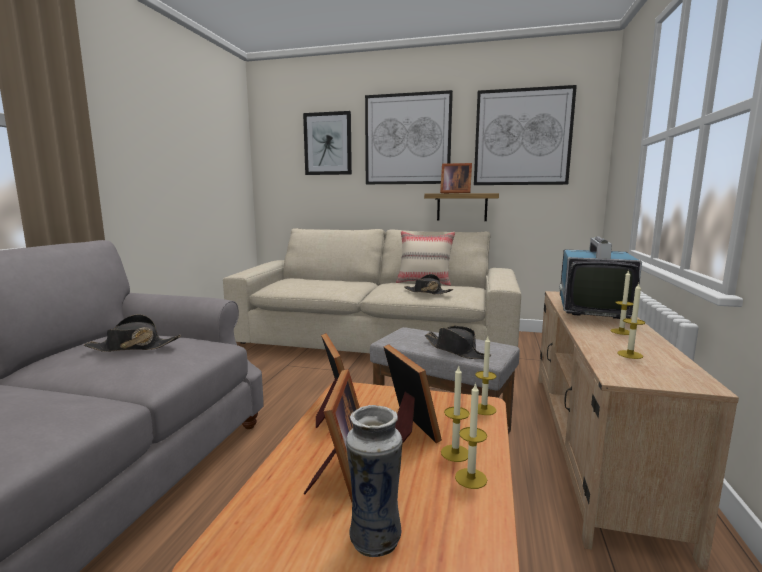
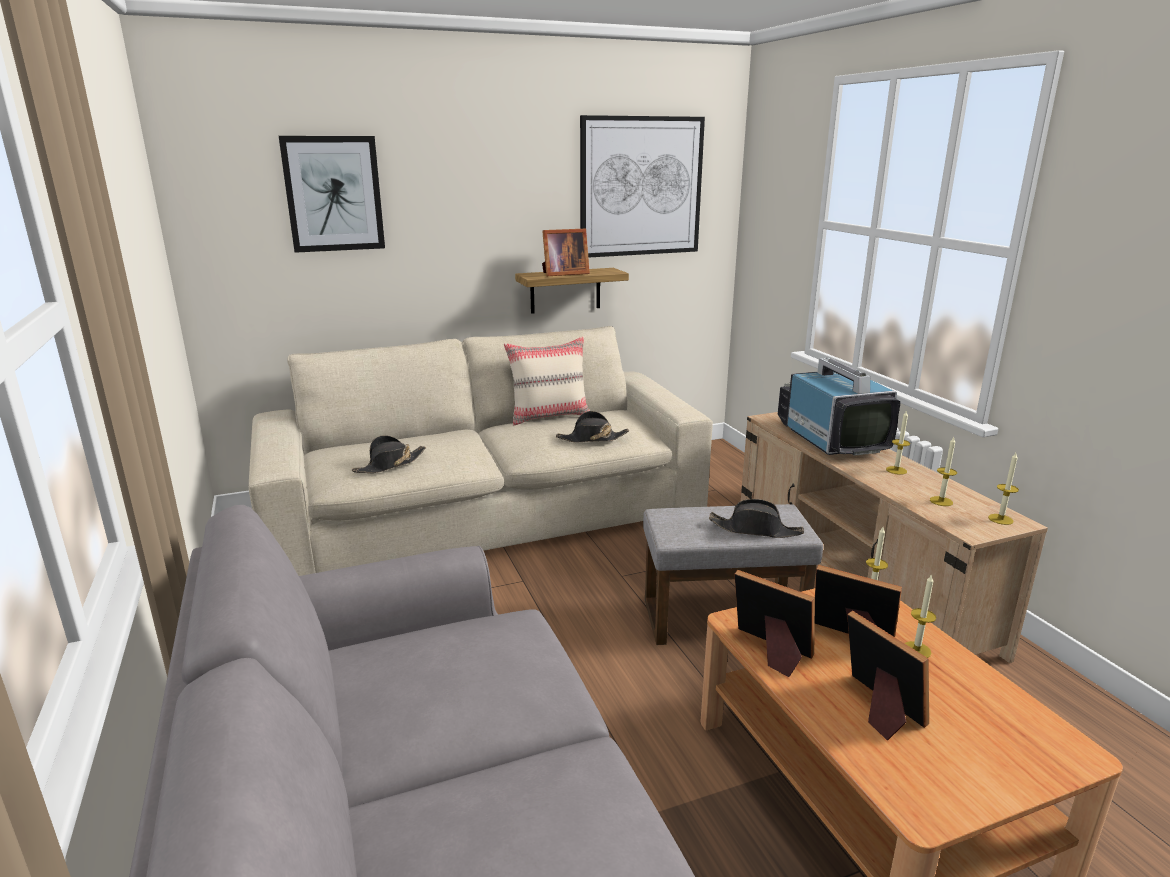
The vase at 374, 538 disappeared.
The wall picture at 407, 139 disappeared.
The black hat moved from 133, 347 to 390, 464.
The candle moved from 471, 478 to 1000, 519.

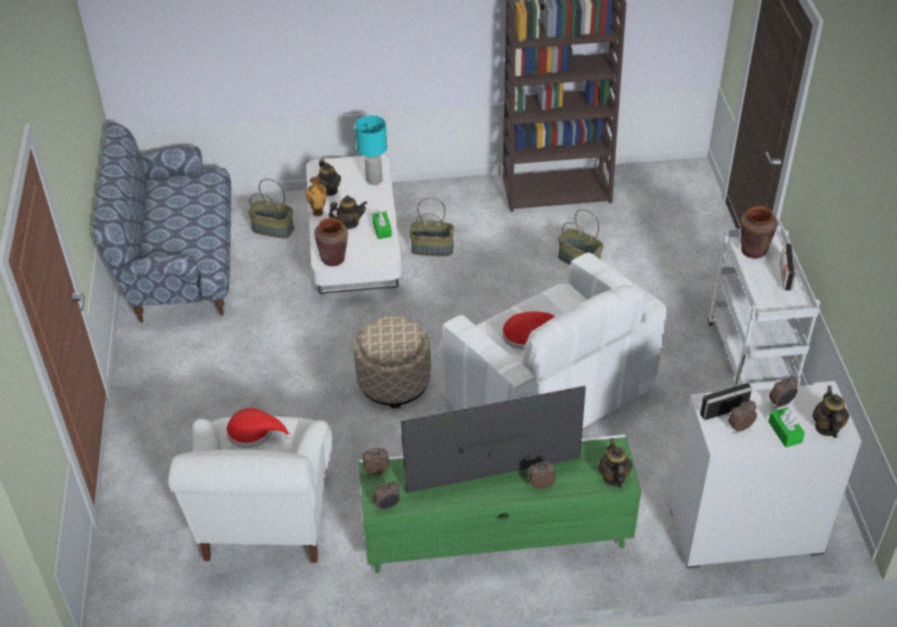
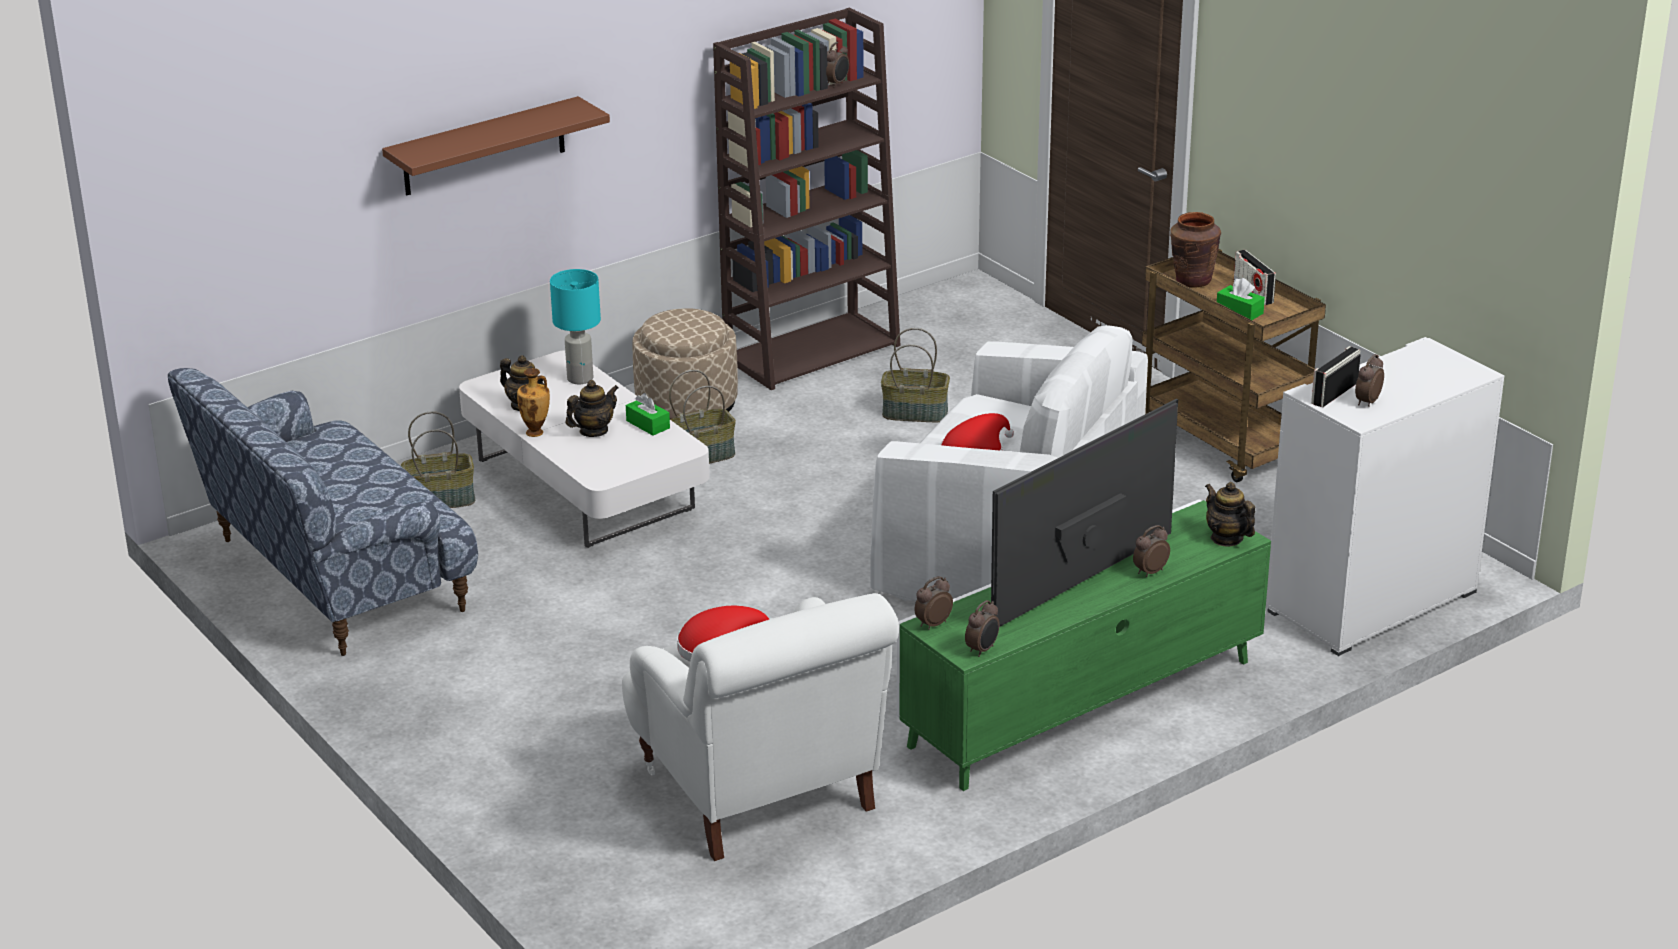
The brown-coloured vase at 333, 259 disappeared.
The pot for tea at 826, 427 disappeared.
The brown-coloured bracket shelf at 484, 147 appeared.
The sand-coloured footrest moved from 393, 382 to 686, 406.
The greenish tissue holder moved from 785, 432 to 1239, 311.
The bedside clock moved from 781, 403 to 836, 83.
The white-coloured wheeled cart at 752, 358 became the brown-coloured wheeled cart at 1225, 444.

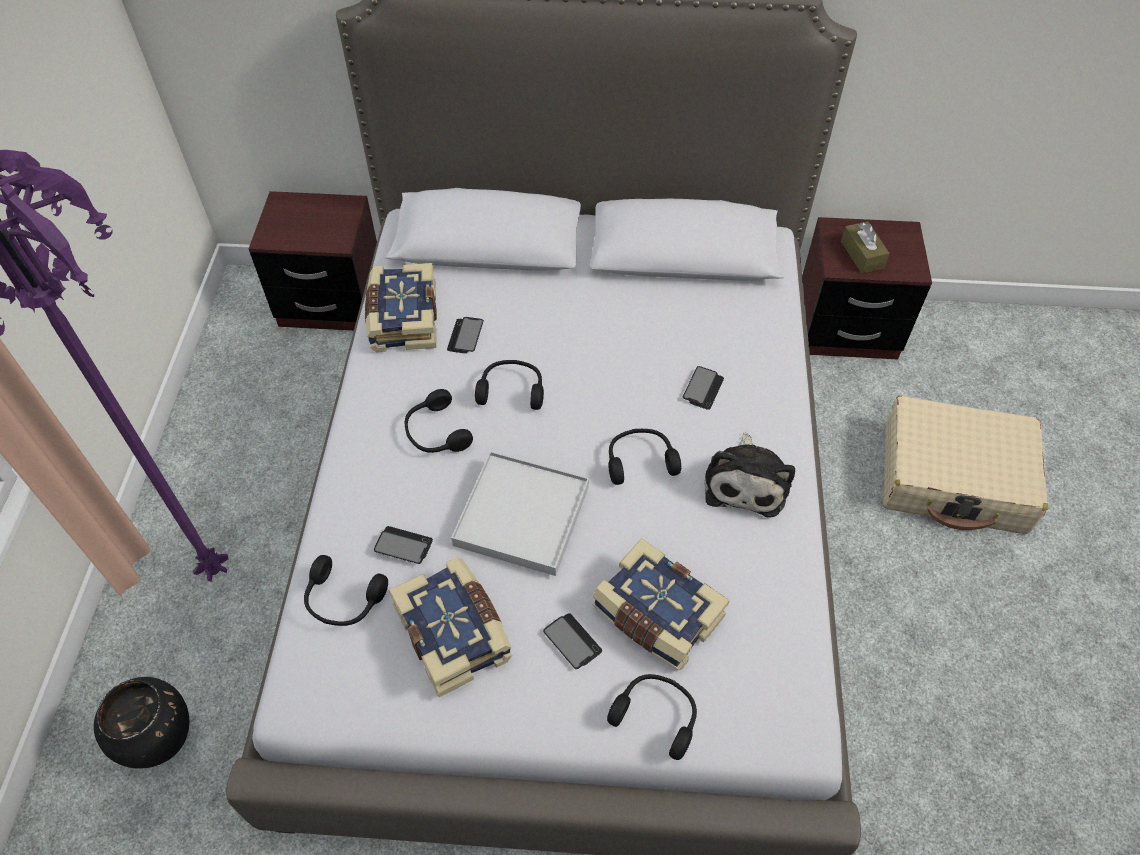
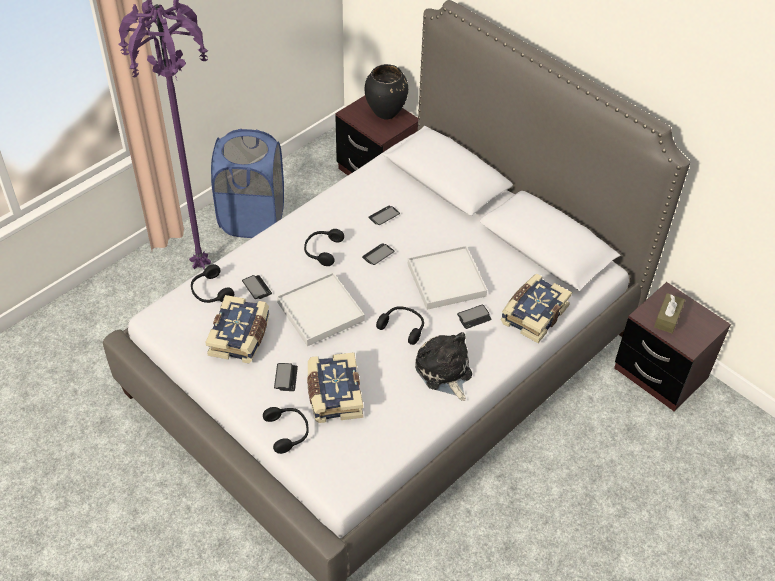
The sand-coloured travel case at 954, 478 disappeared.
The bluish washing basket at 252, 218 appeared.
The white-coloured tray at 446, 280 appeared.
The black vase moved from 163, 740 to 386, 113.
The bound book moved from 402, 319 to 533, 314.
The black pair of headphones at 512, 390 was replaced by the phone at 378, 255.
The plush toy at 746, 481 turned 105 degrees clockwise.

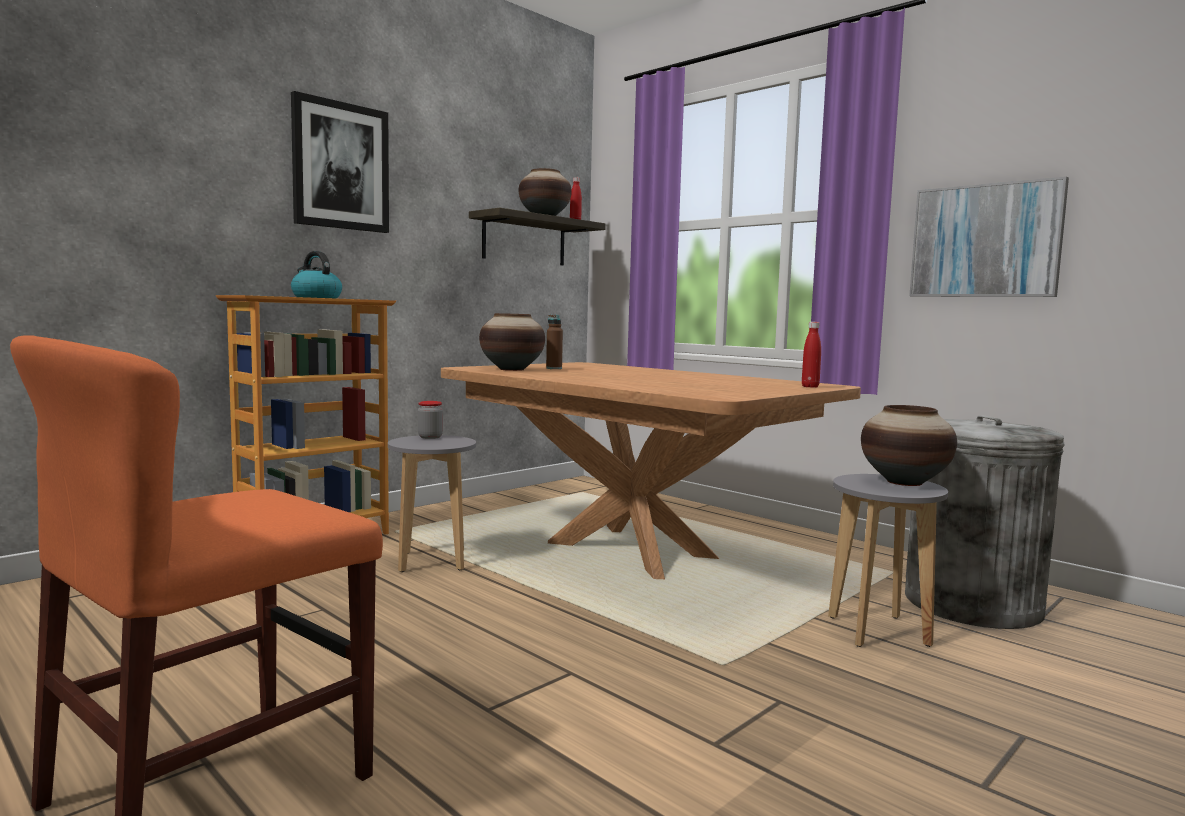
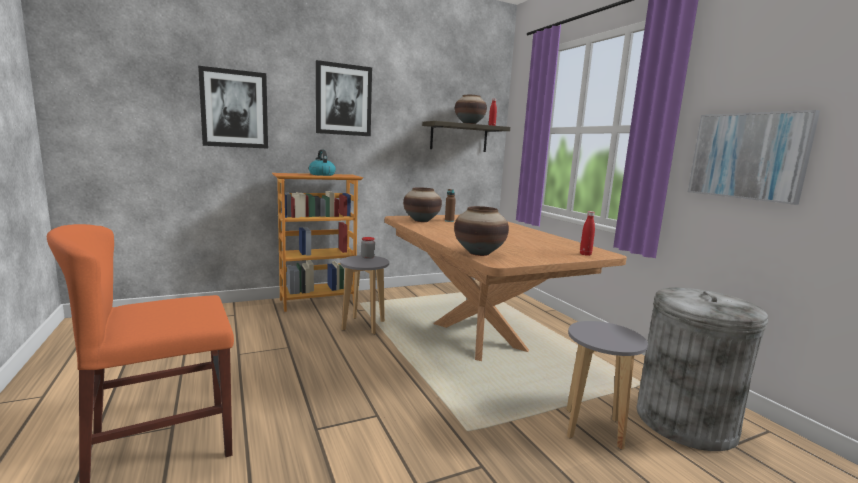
The wall picture at 234, 109 appeared.
The vase moved from 904, 482 to 479, 253.

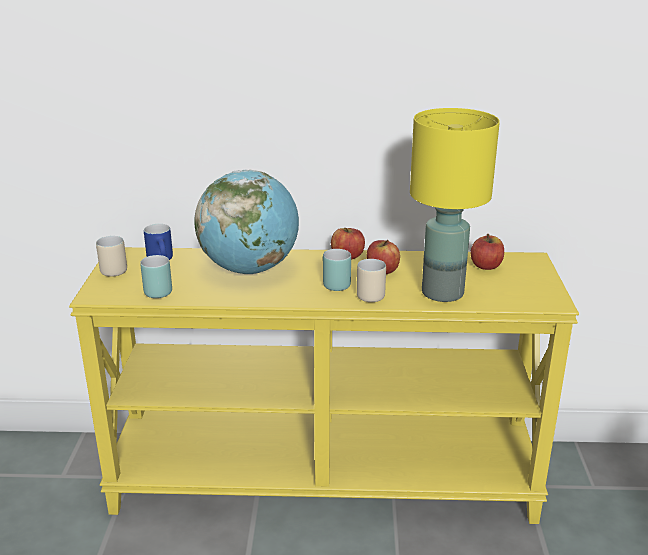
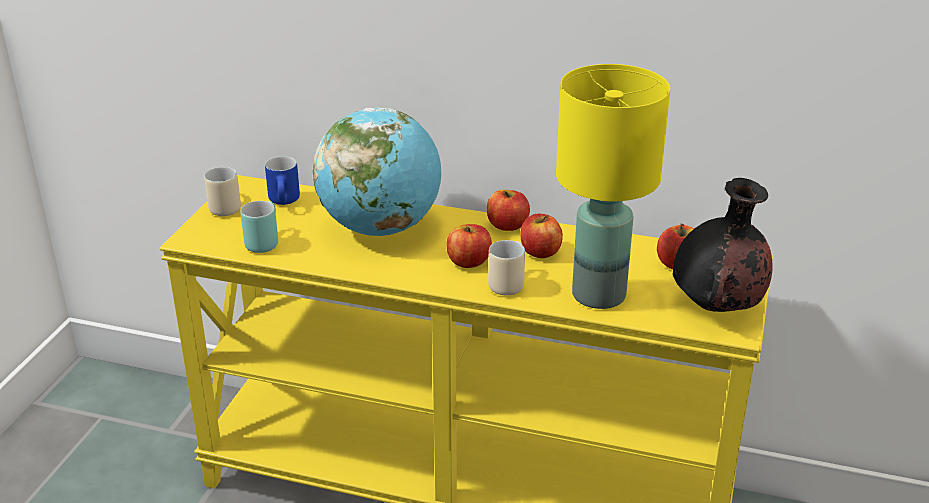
The black vase at 717, 308 appeared.
The turquoise coffee mug at 332, 283 was replaced by the whole apple at 468, 262.

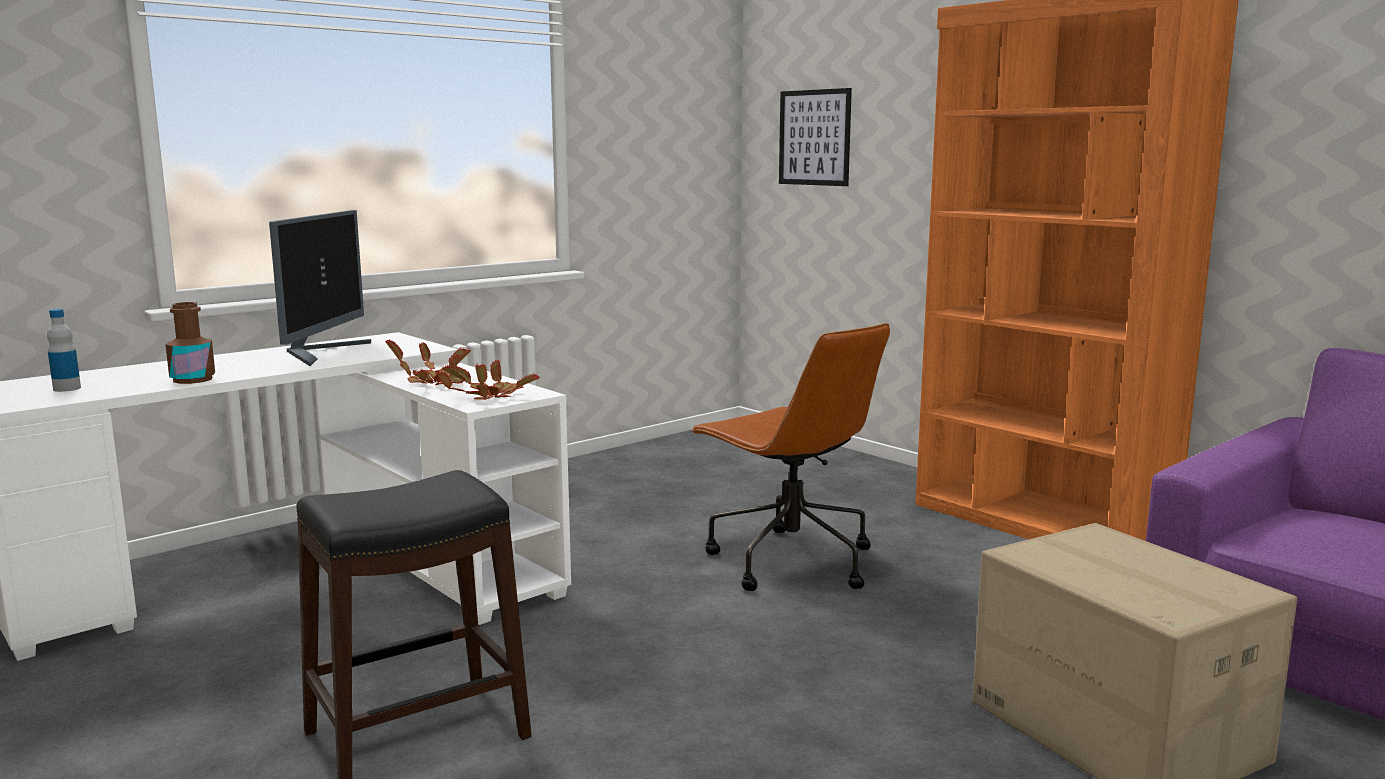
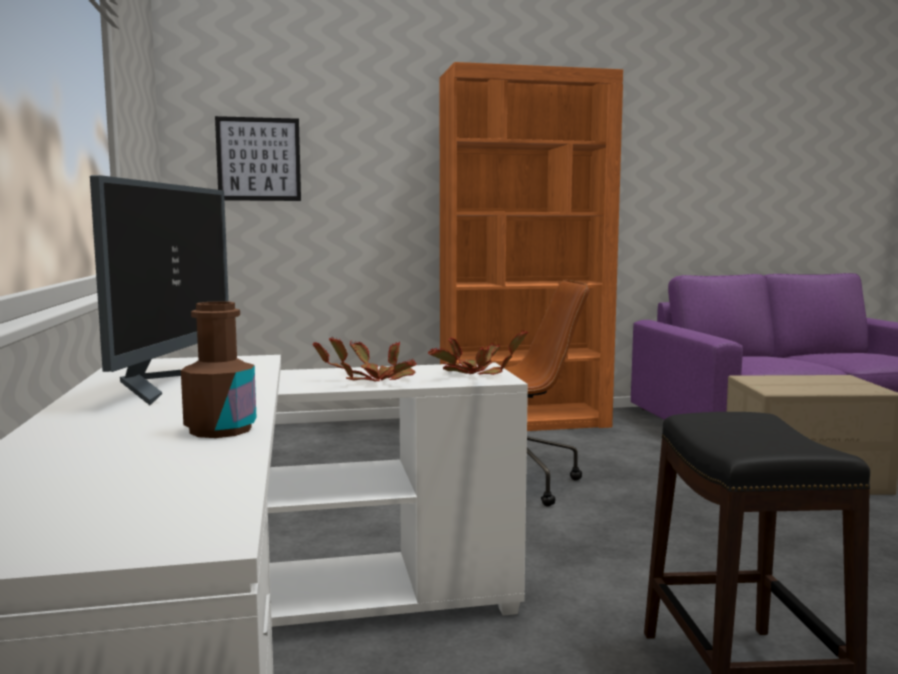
The drink bottle at 67, 388 disappeared.
The computer display at 321, 352 turned 60 degrees clockwise.

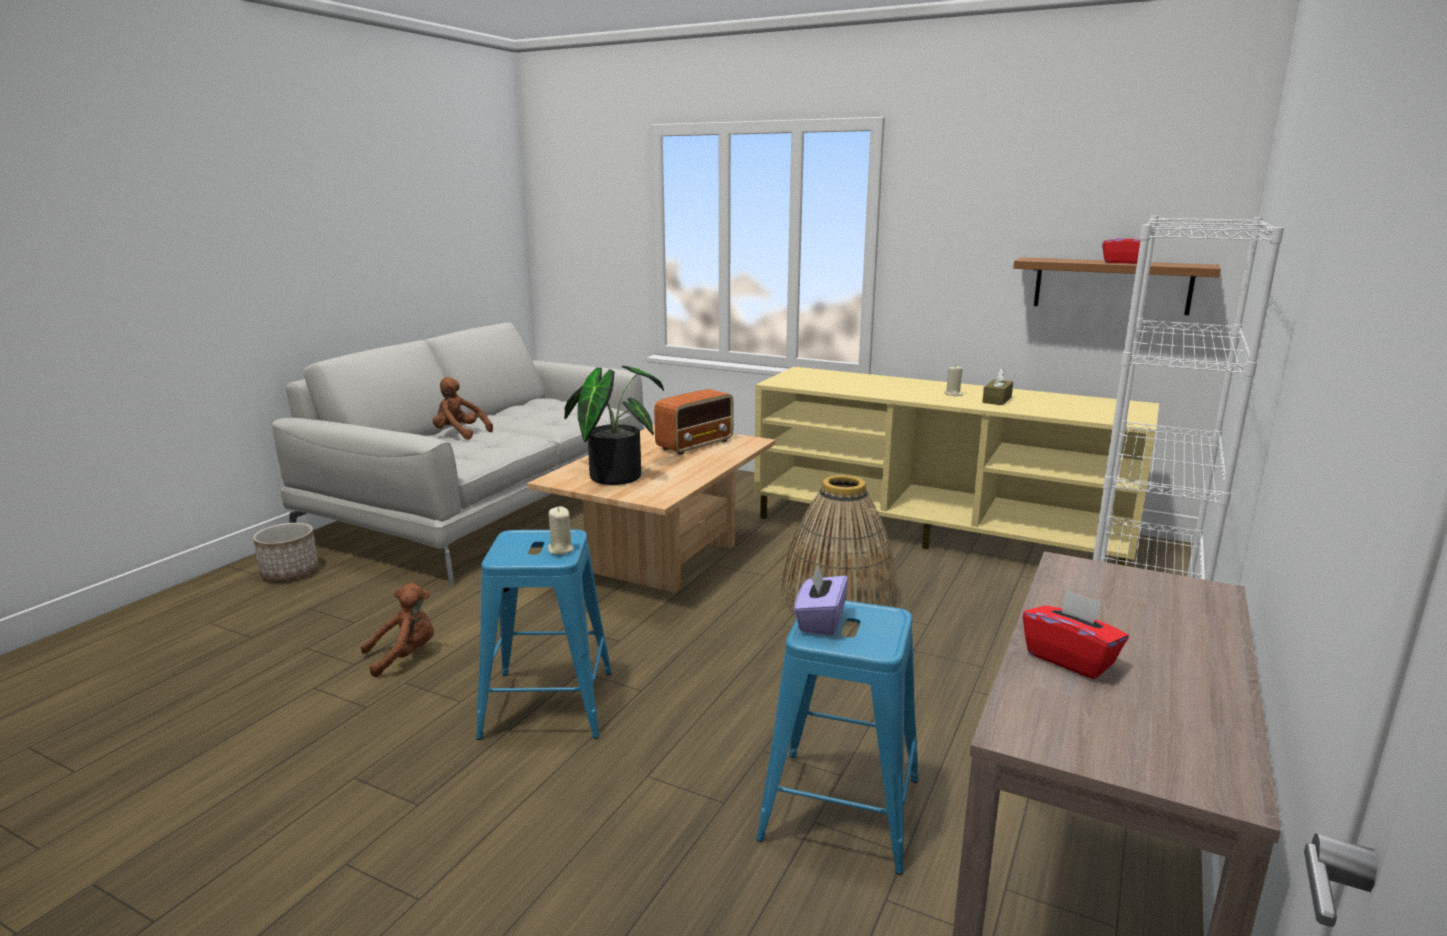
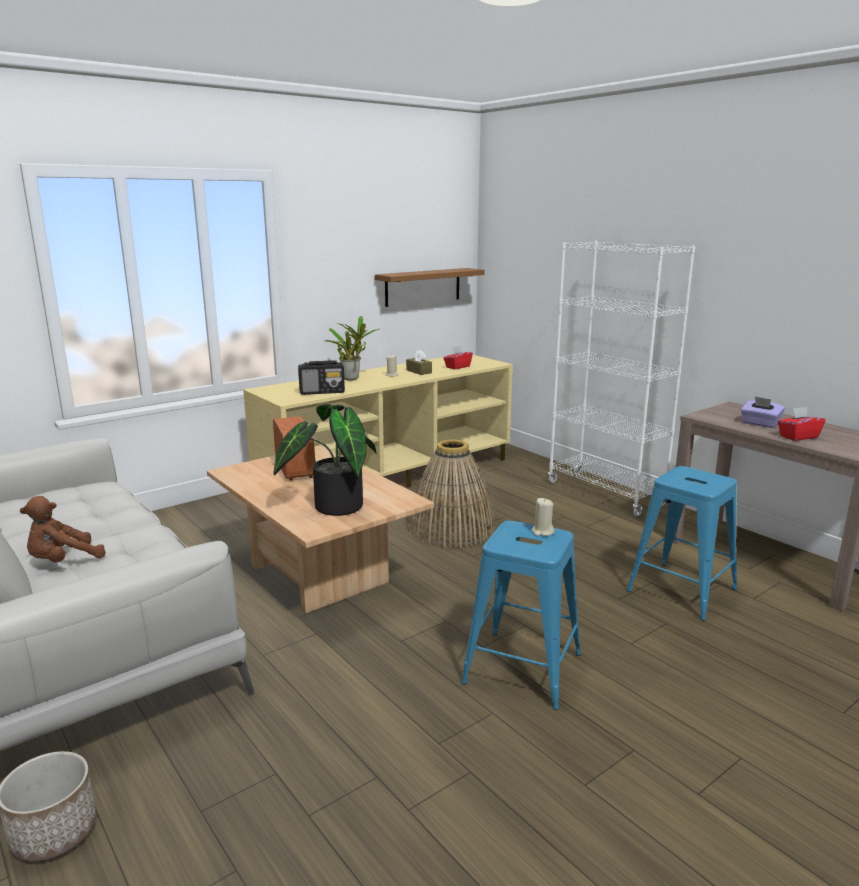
The brown-coloured plush toy at 405, 656 disappeared.
The radio receiver at 322, 392 appeared.
The houseplant at 352, 378 appeared.
The purple-coloured tissue holder moved from 820, 621 to 760, 424.
The reddish tissue holder moved from 1121, 262 to 457, 367.

